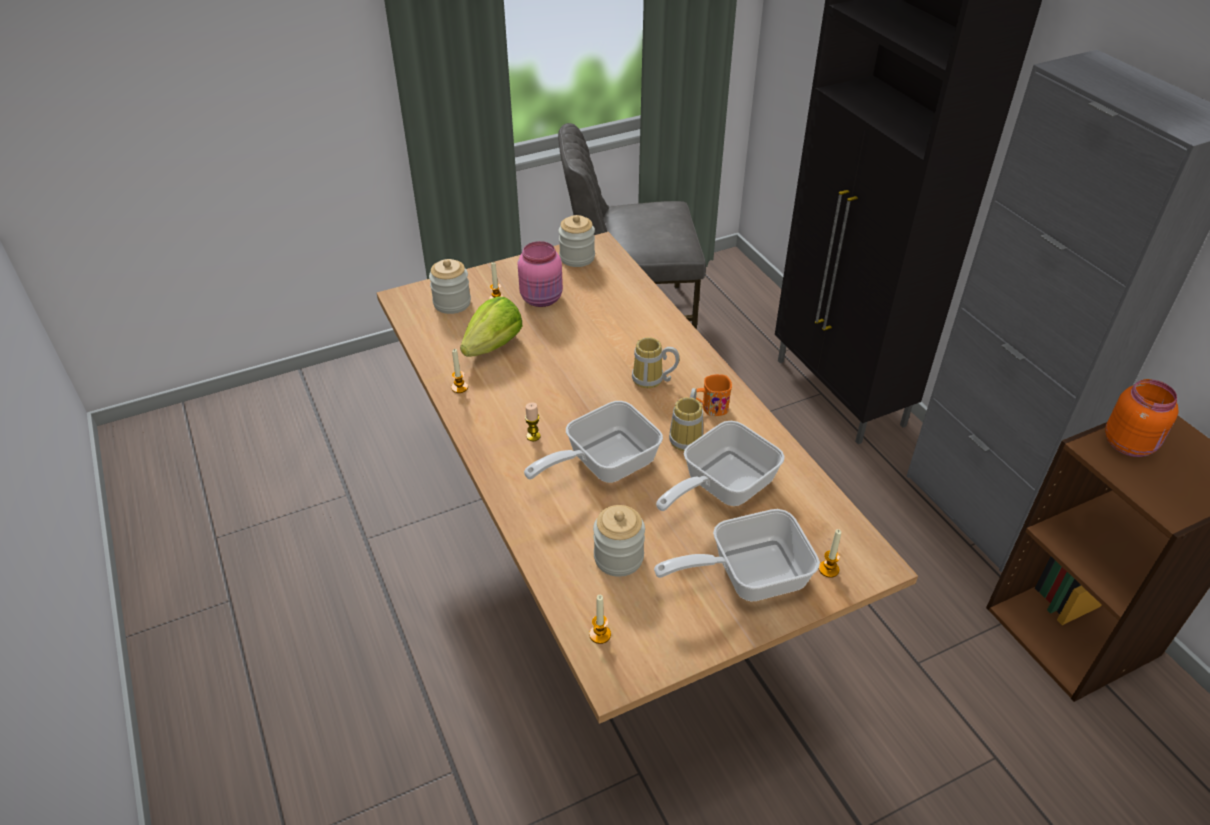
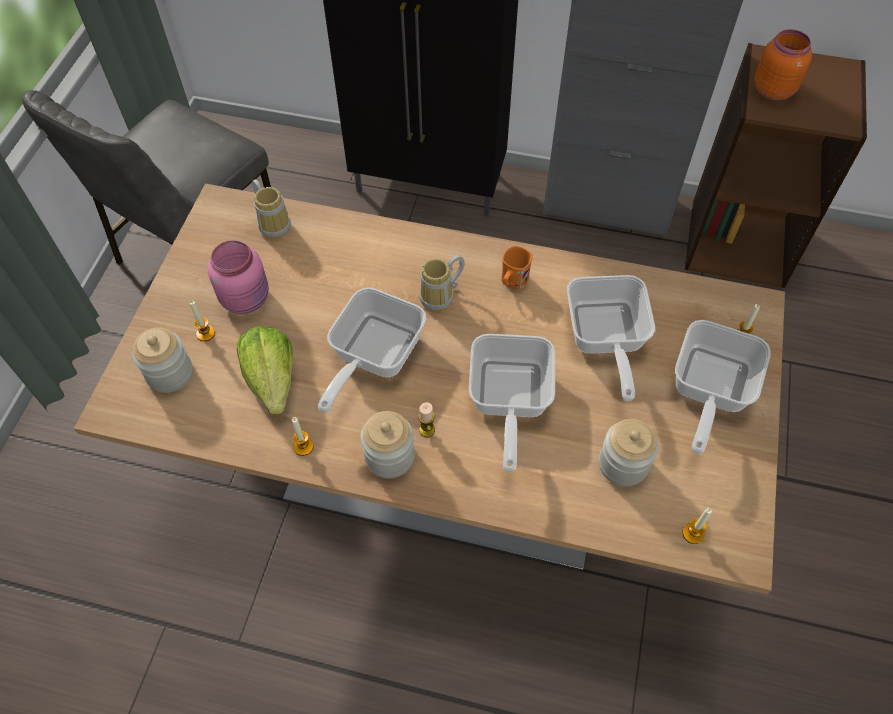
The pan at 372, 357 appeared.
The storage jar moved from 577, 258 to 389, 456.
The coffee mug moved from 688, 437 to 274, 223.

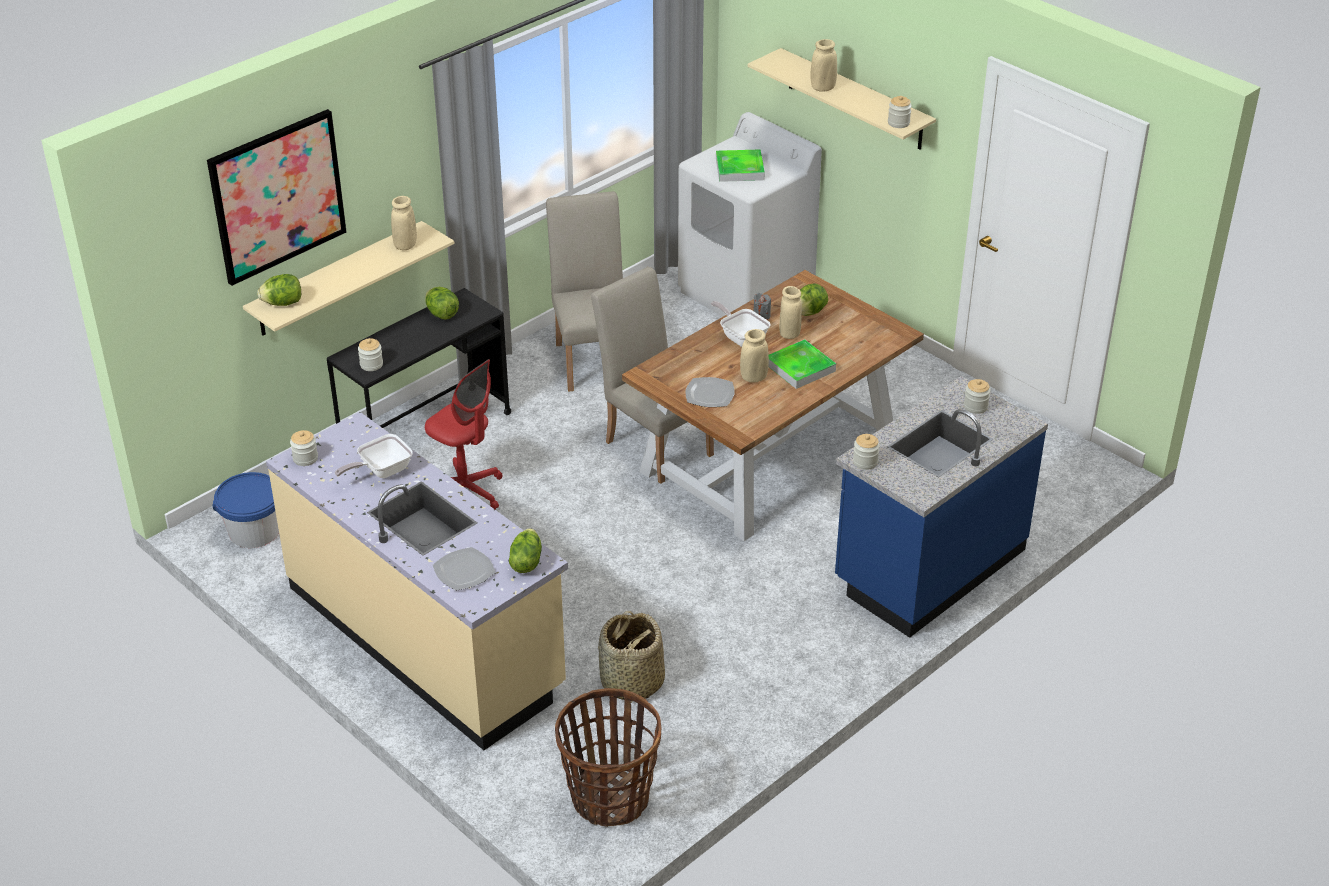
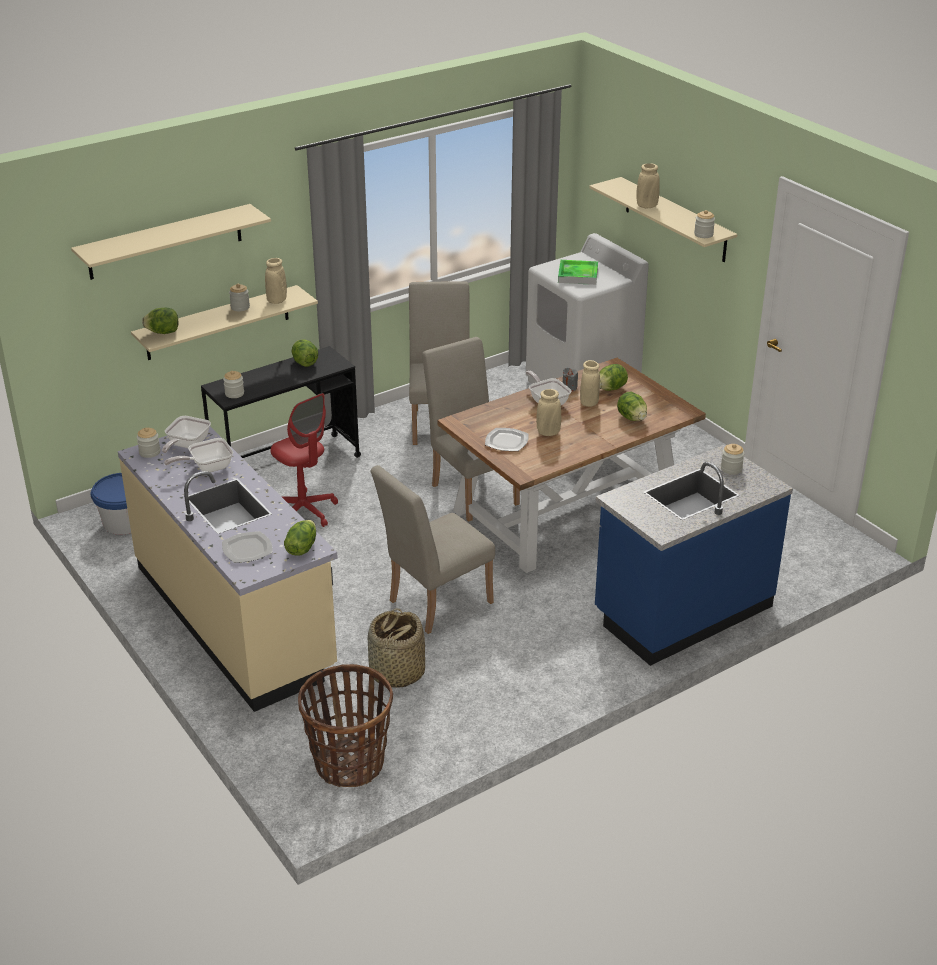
The tray at 800, 367 disappeared.
The pan at 186, 445 appeared.
The sand-coloured plain chair at 434, 604 appeared.
The lettuce at 632, 418 appeared.
The storage jar moved from 865, 462 to 240, 307.
The wall picture at 277, 196 was replaced by the sand-coloured bracket shelf at 165, 242.

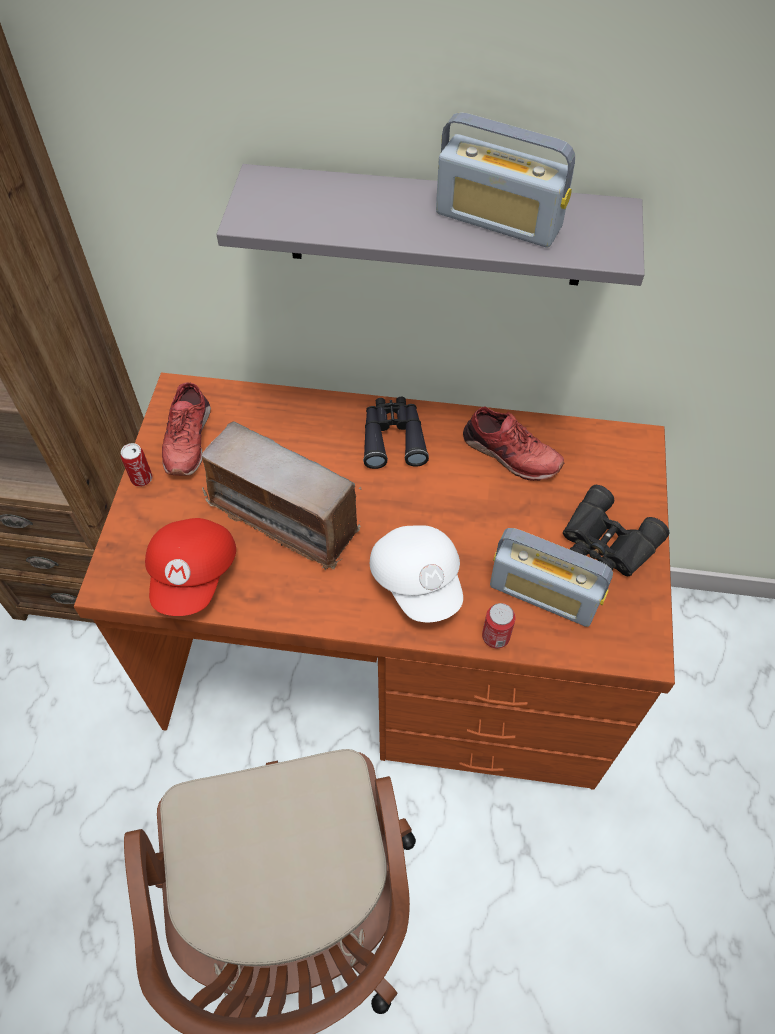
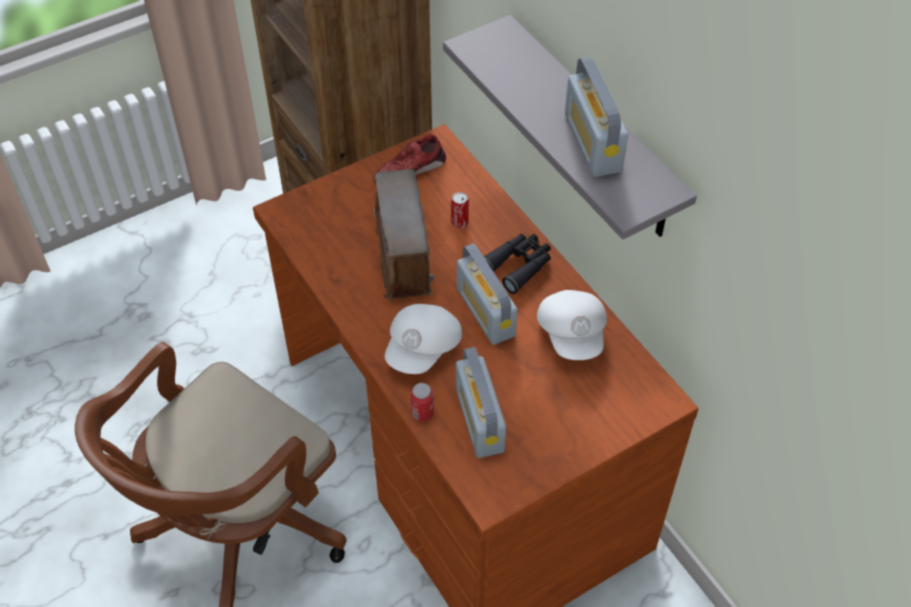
The reddish baseball cap at 195, 575 disappeared.
The black field glasses at 605, 545 disappeared.
The radio receiver at 485, 312 appeared.
The can moved from 141, 478 to 459, 222.
The reddish shoe at 510, 454 was replaced by the white-coloured baseball cap at 573, 334.

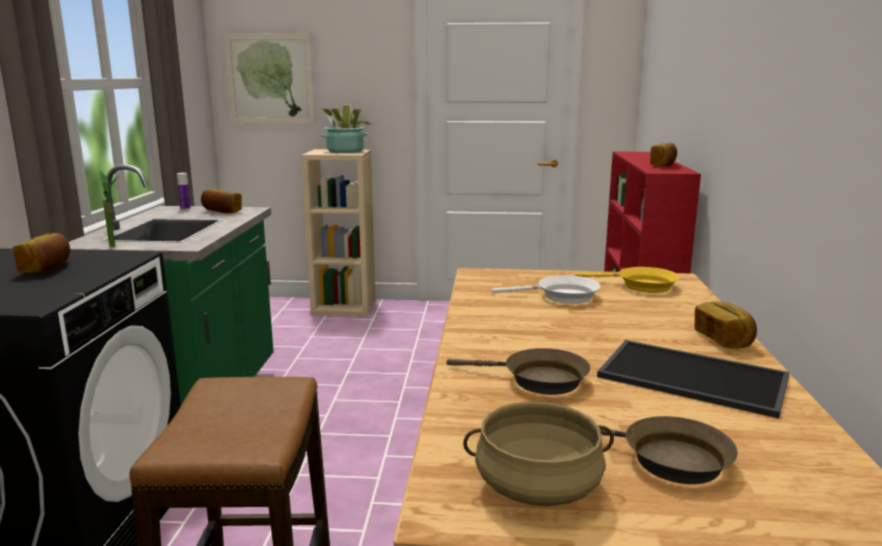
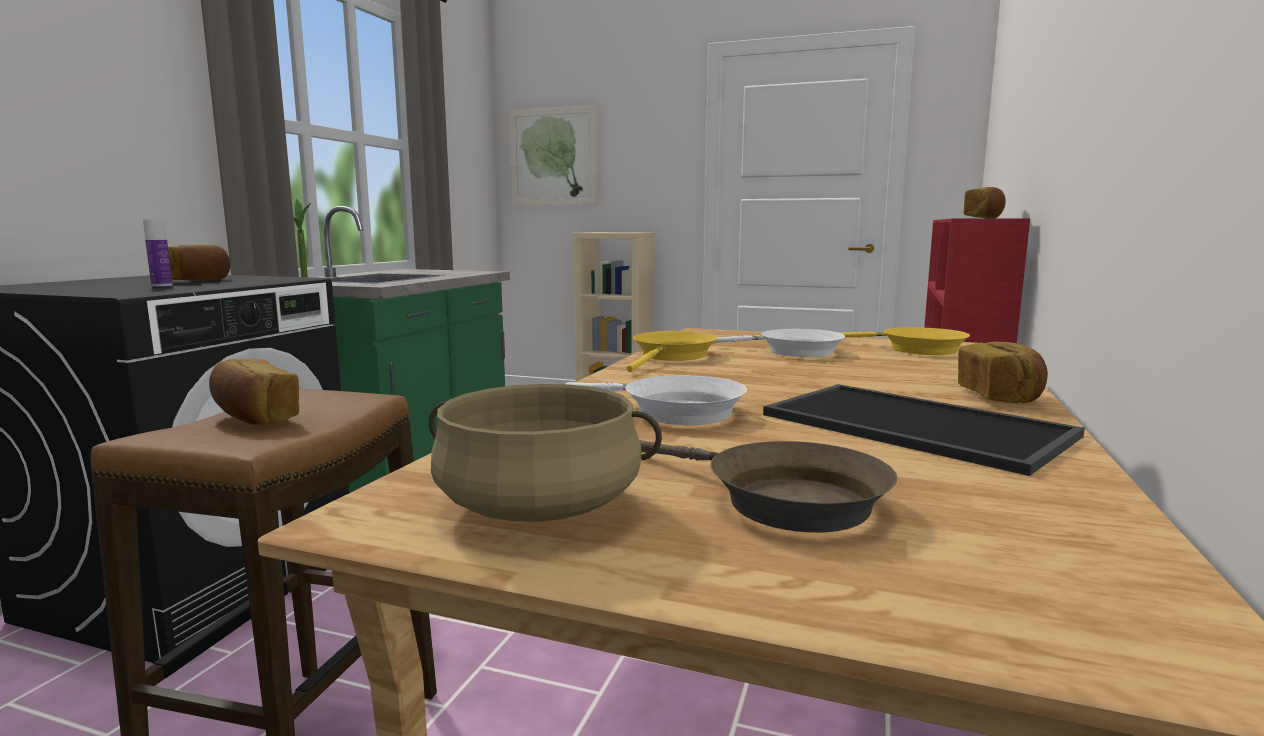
The houseplant at 345, 151 disappeared.
The yellow pan at 672, 356 appeared.
The drink bottle moved from 185, 208 to 162, 285.
The bread moved from 221, 211 to 254, 416.
The brown-coloured pan at 538, 380 became the white-coloured pan at 673, 411.

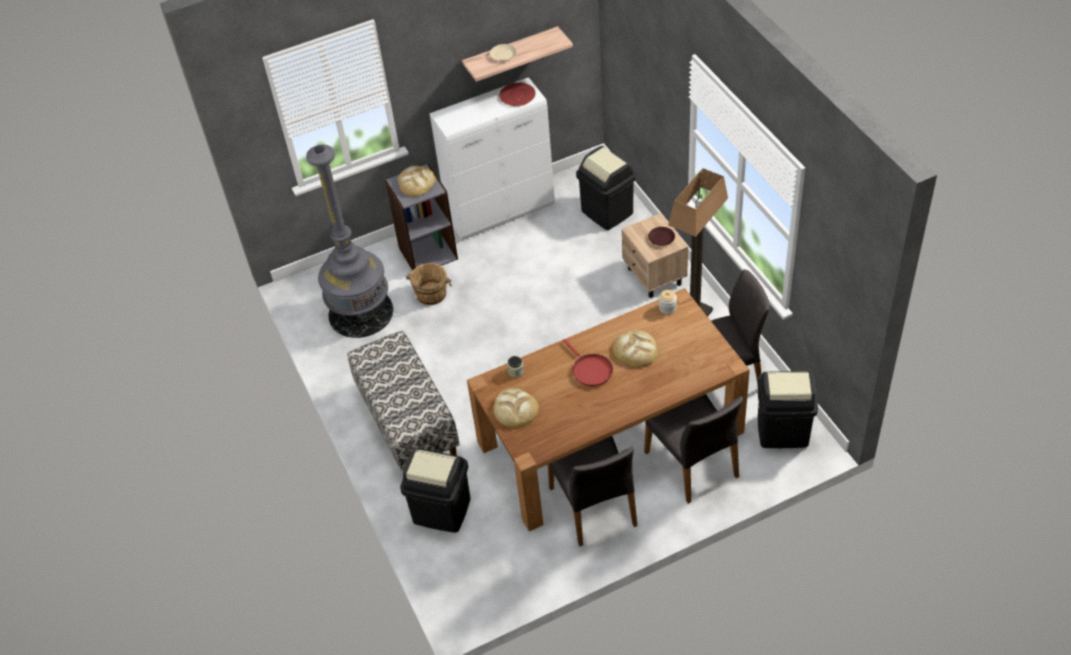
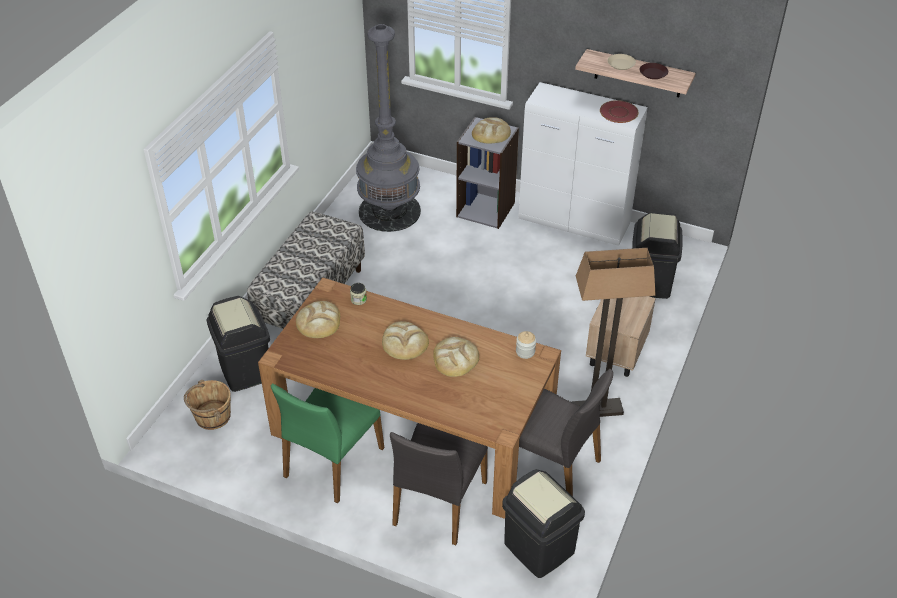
The brown-coloured water bucket moved from 431, 295 to 212, 416.
The brown-coloured flat dish moved from 661, 238 to 653, 73.
The reddish pan at 590, 370 was replaced by the bread at 404, 343.
The grey plain chair at 594, 507 became the greenish plain chair at 332, 462.

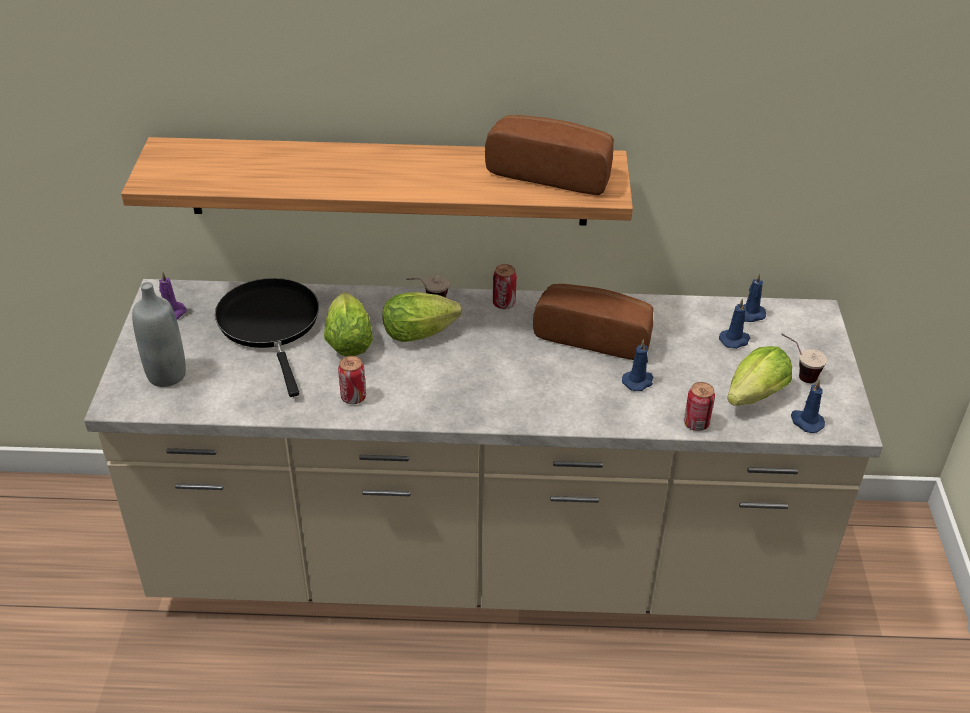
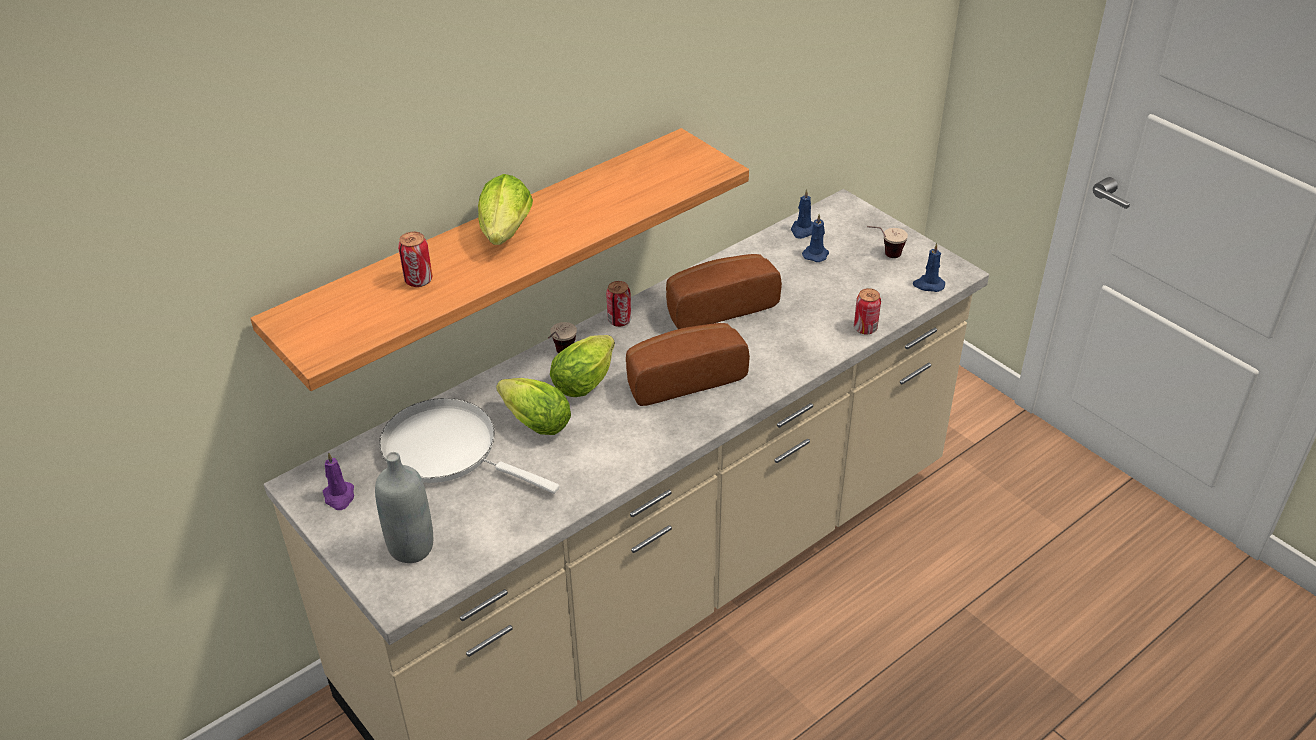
The bluish candle at 638, 381 disappeared.
The can moved from 353, 397 to 418, 280.
The bread moved from 552, 172 to 682, 378.
The lettuce moved from 752, 398 to 505, 236.
The black pan at 270, 325 became the white-coloured pan at 447, 450.

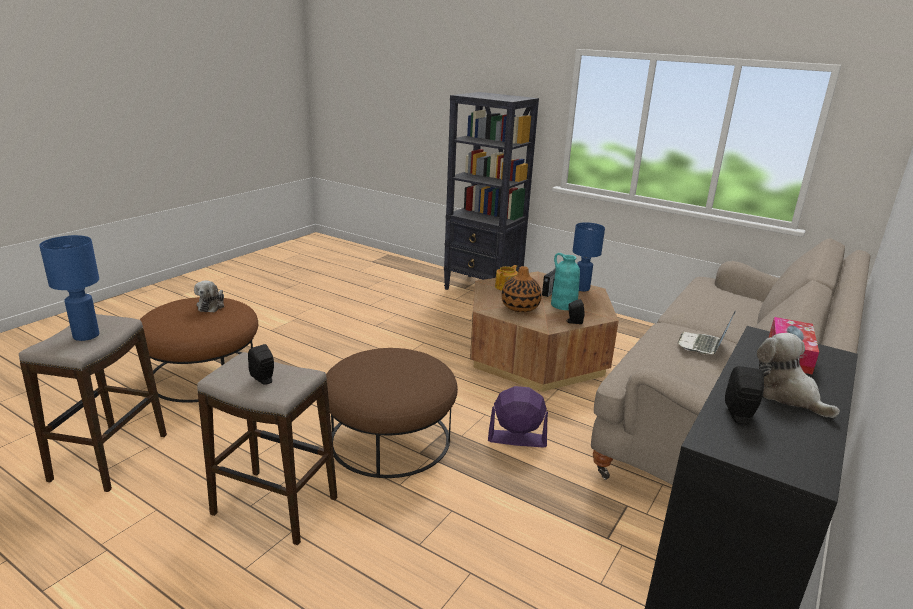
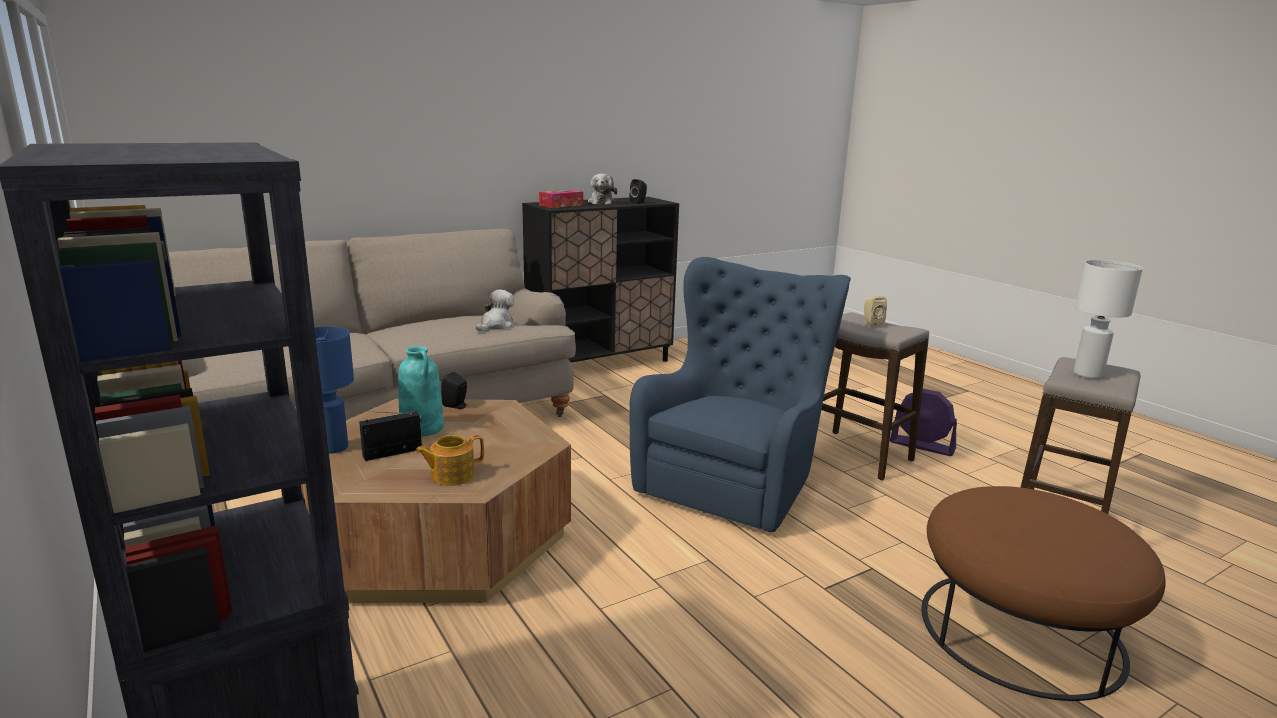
The vase at 520, 307 disappeared.
The portable computer at 702, 345 disappeared.
The plush toy moved from 212, 305 to 496, 325.
The purple-coloured cooling fan moved from 517, 439 to 922, 446.
The brown-coloured footrest at 389, 439 was replaced by the bluish easy chair at 735, 479.
The bluish lamp for a table at 86, 336 became the white-coloured lamp for a table at 1087, 374.
The black loudspeaker at 264, 379 became the sand-coloured loudspeaker at 871, 323.

